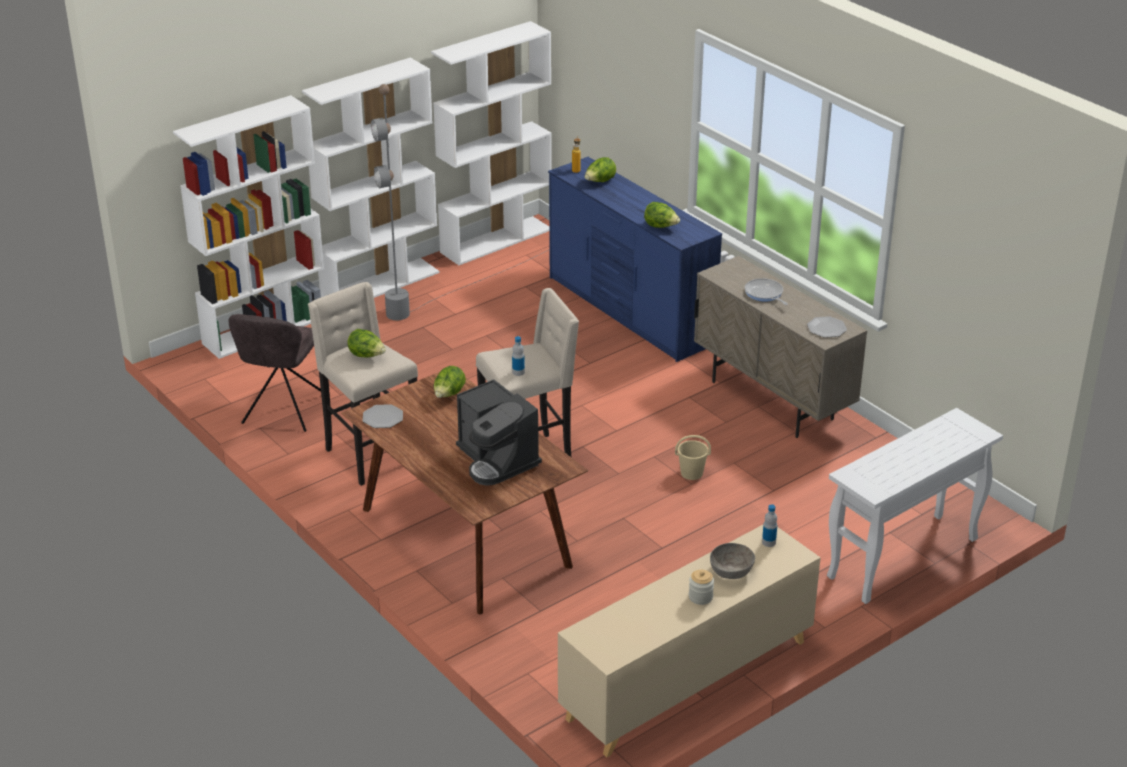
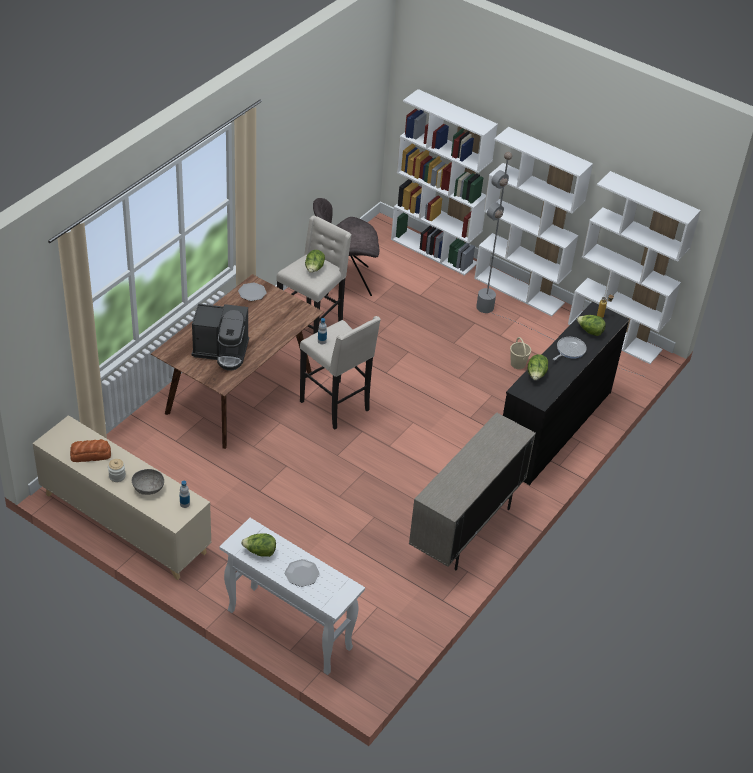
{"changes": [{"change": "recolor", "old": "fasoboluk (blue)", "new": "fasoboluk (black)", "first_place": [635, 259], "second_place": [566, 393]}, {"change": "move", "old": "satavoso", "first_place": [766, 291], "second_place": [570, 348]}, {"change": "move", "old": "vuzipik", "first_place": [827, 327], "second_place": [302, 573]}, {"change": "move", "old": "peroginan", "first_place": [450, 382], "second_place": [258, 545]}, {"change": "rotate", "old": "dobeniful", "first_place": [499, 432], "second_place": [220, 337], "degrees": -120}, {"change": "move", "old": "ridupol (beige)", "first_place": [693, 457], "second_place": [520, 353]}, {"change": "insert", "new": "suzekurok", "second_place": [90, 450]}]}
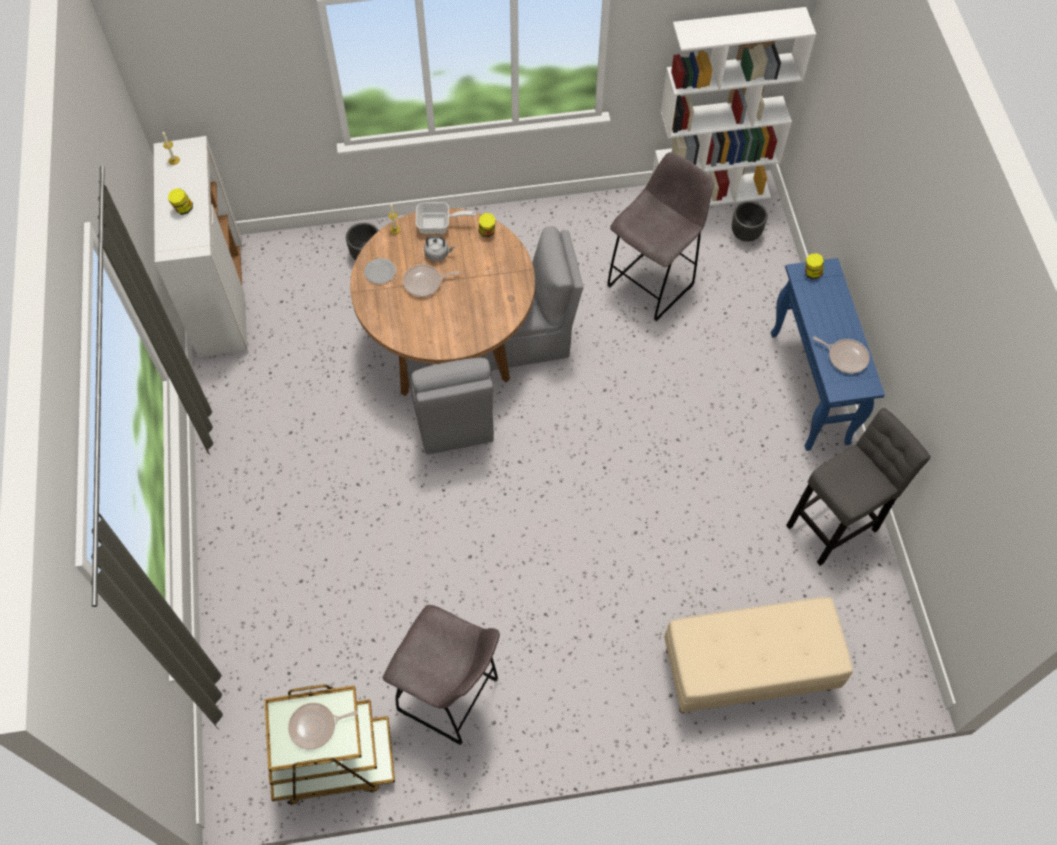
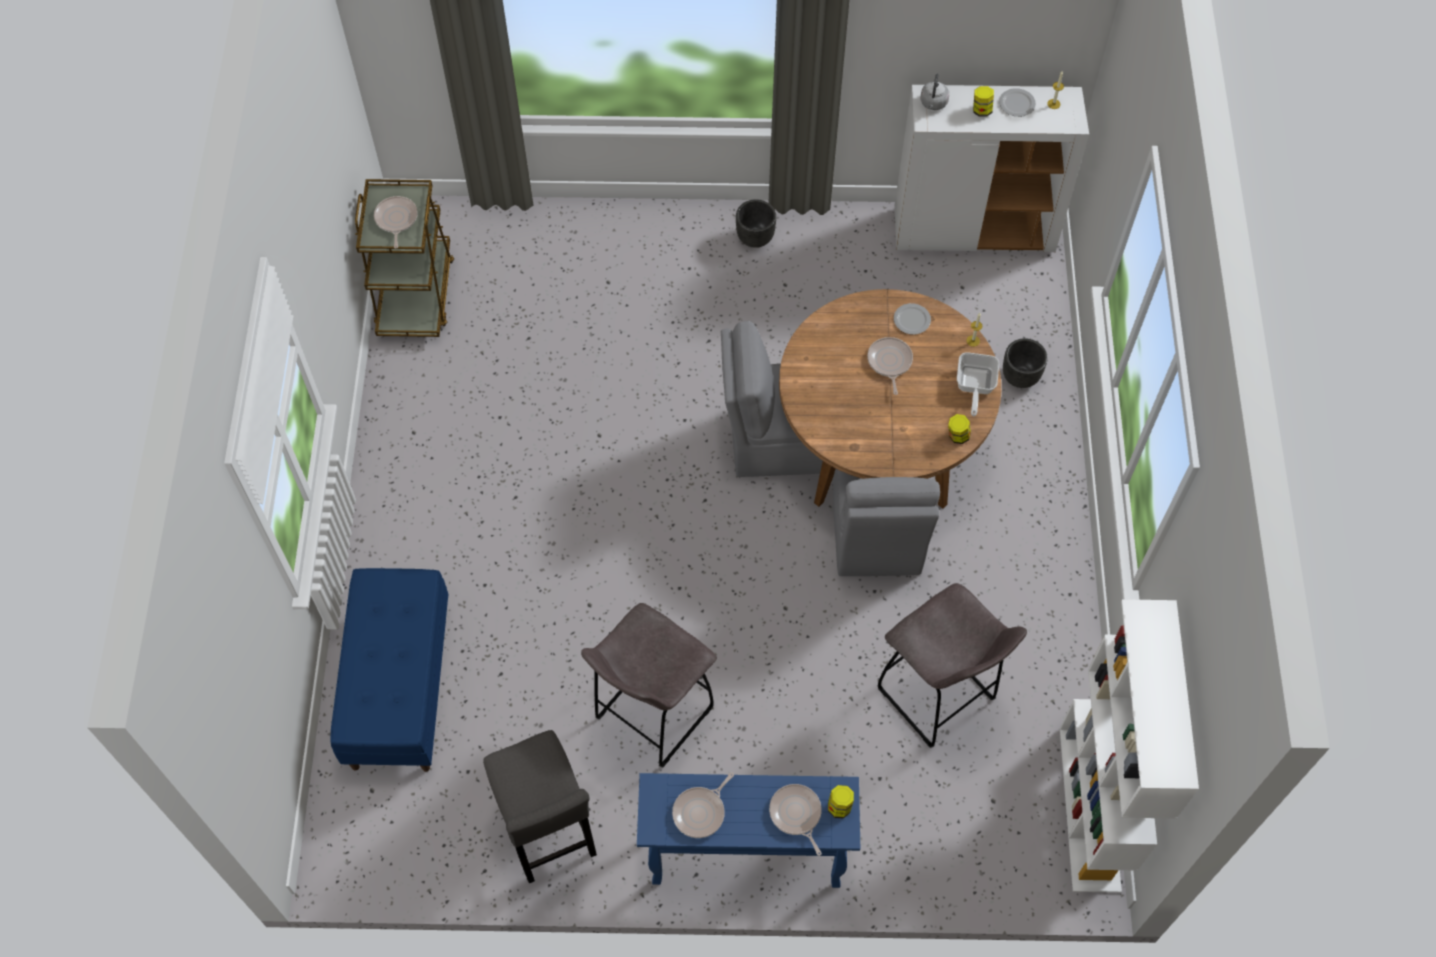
{"changes": [{"change": "move", "old": "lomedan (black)", "first_place": [750, 221], "second_place": [756, 223]}, {"change": "move", "old": "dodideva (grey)", "first_place": [439, 249], "second_place": [935, 91]}, {"change": "recolor", "old": "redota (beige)", "new": "redota (blue)", "first_place": [758, 655], "second_place": [389, 670]}, {"change": "move", "old": "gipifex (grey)", "first_place": [441, 675], "second_place": [649, 685]}, {"change": "insert", "new": "vuzipik", "second_place": [1017, 102]}, {"change": "insert", "new": "satavoso", "second_place": [795, 820]}]}
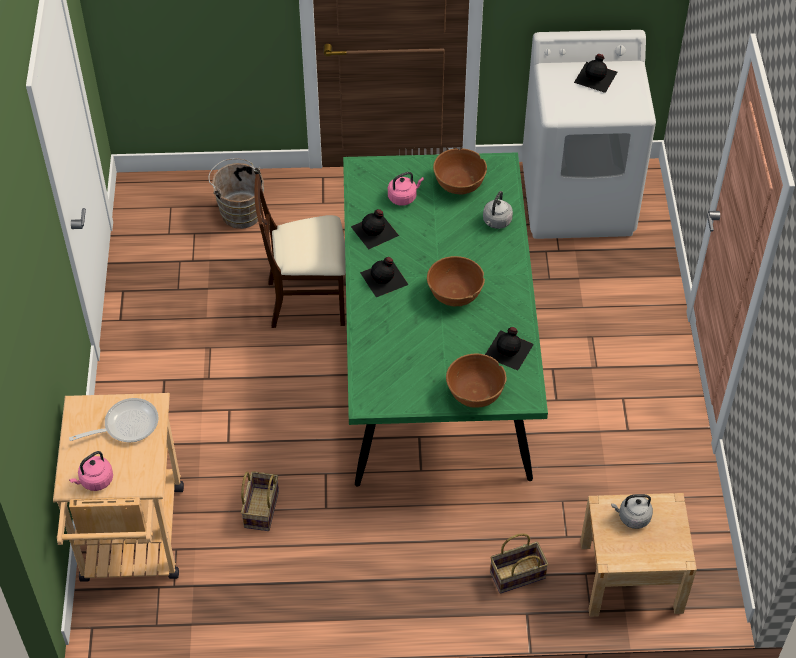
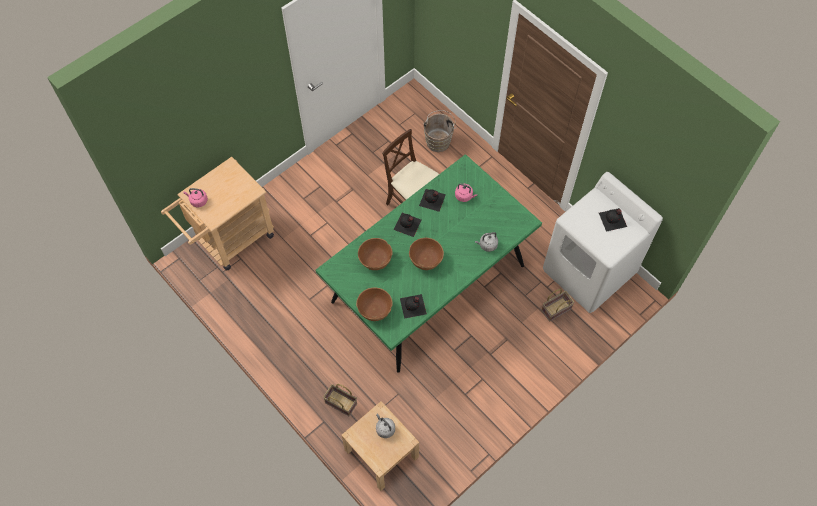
{"changes": [{"change": "move", "old": "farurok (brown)", "first_place": [460, 171], "second_place": [375, 254]}, {"change": "delete", "old": "satavoso", "first_place": [114, 420]}, {"change": "move", "old": "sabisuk", "first_place": [260, 501], "second_place": [558, 305]}]}
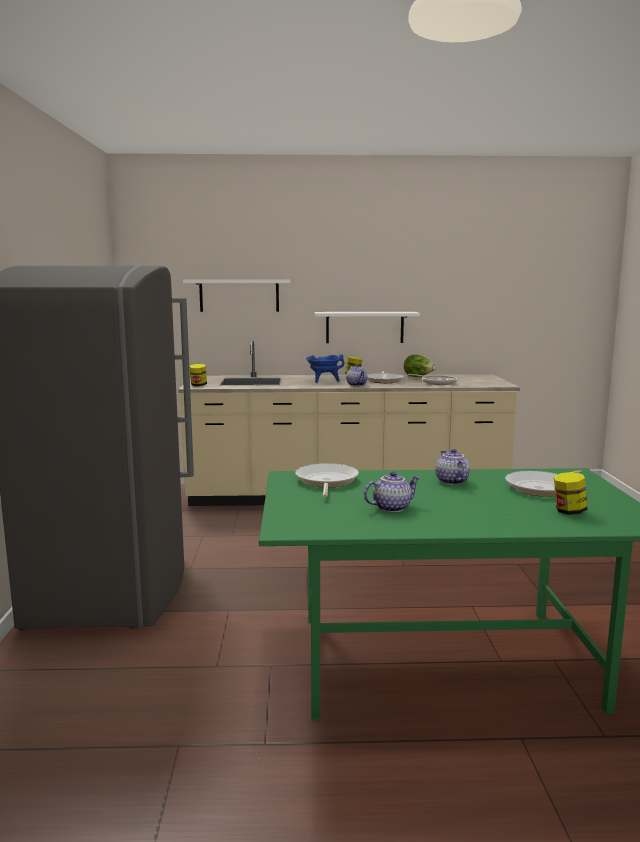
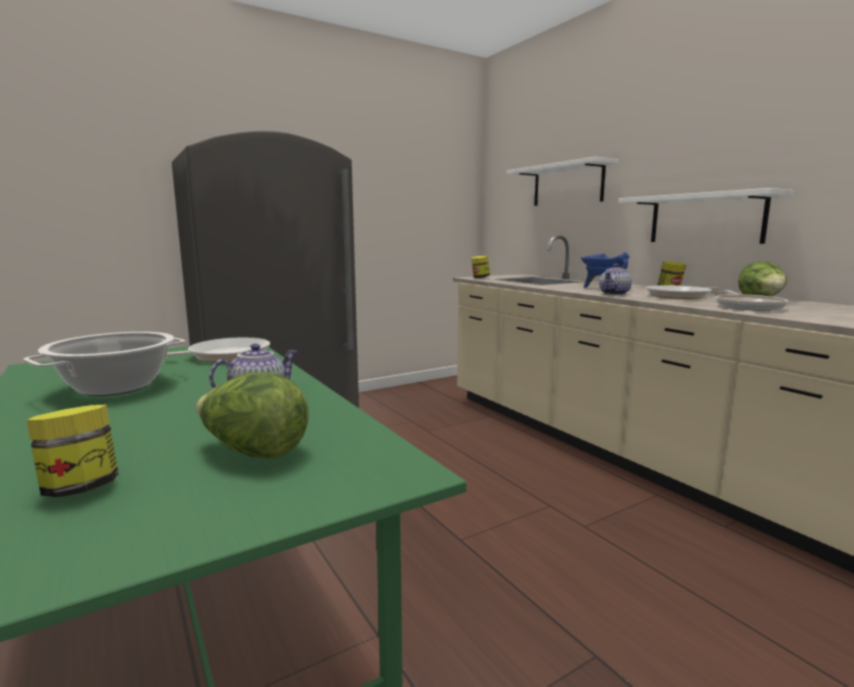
{"changes": [{"change": "replace", "old": "satavoso", "new": "peroginan", "first_place": [543, 483], "second_place": [252, 415]}, {"change": "replace", "old": "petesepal", "new": "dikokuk", "first_place": [392, 491], "second_place": [104, 364]}]}
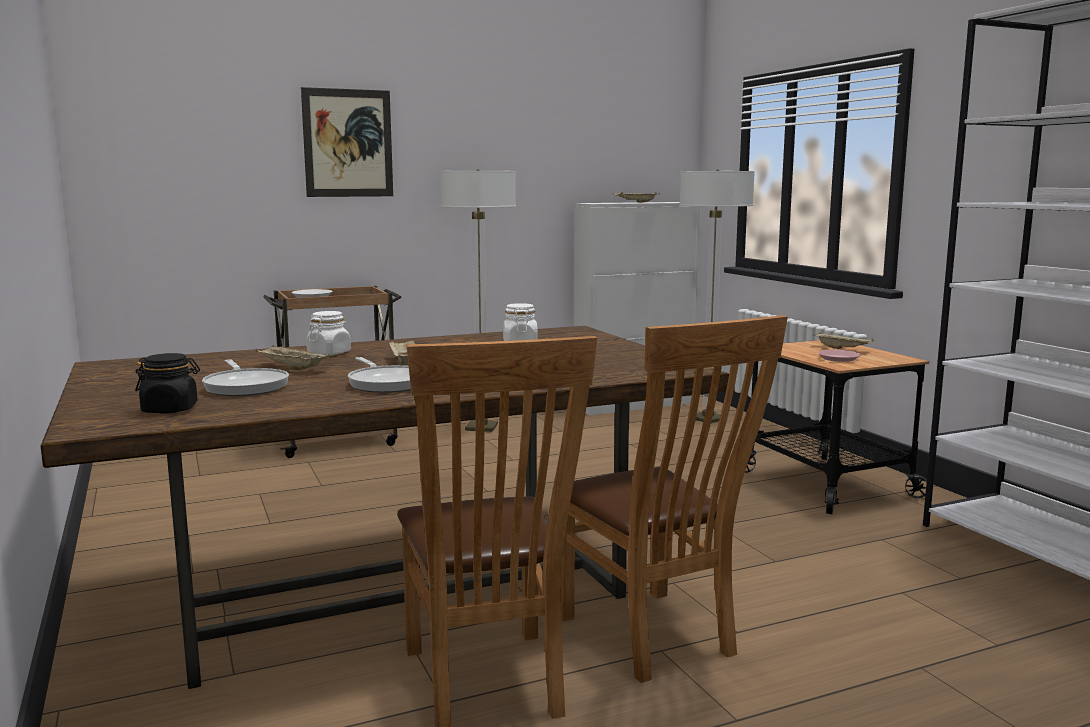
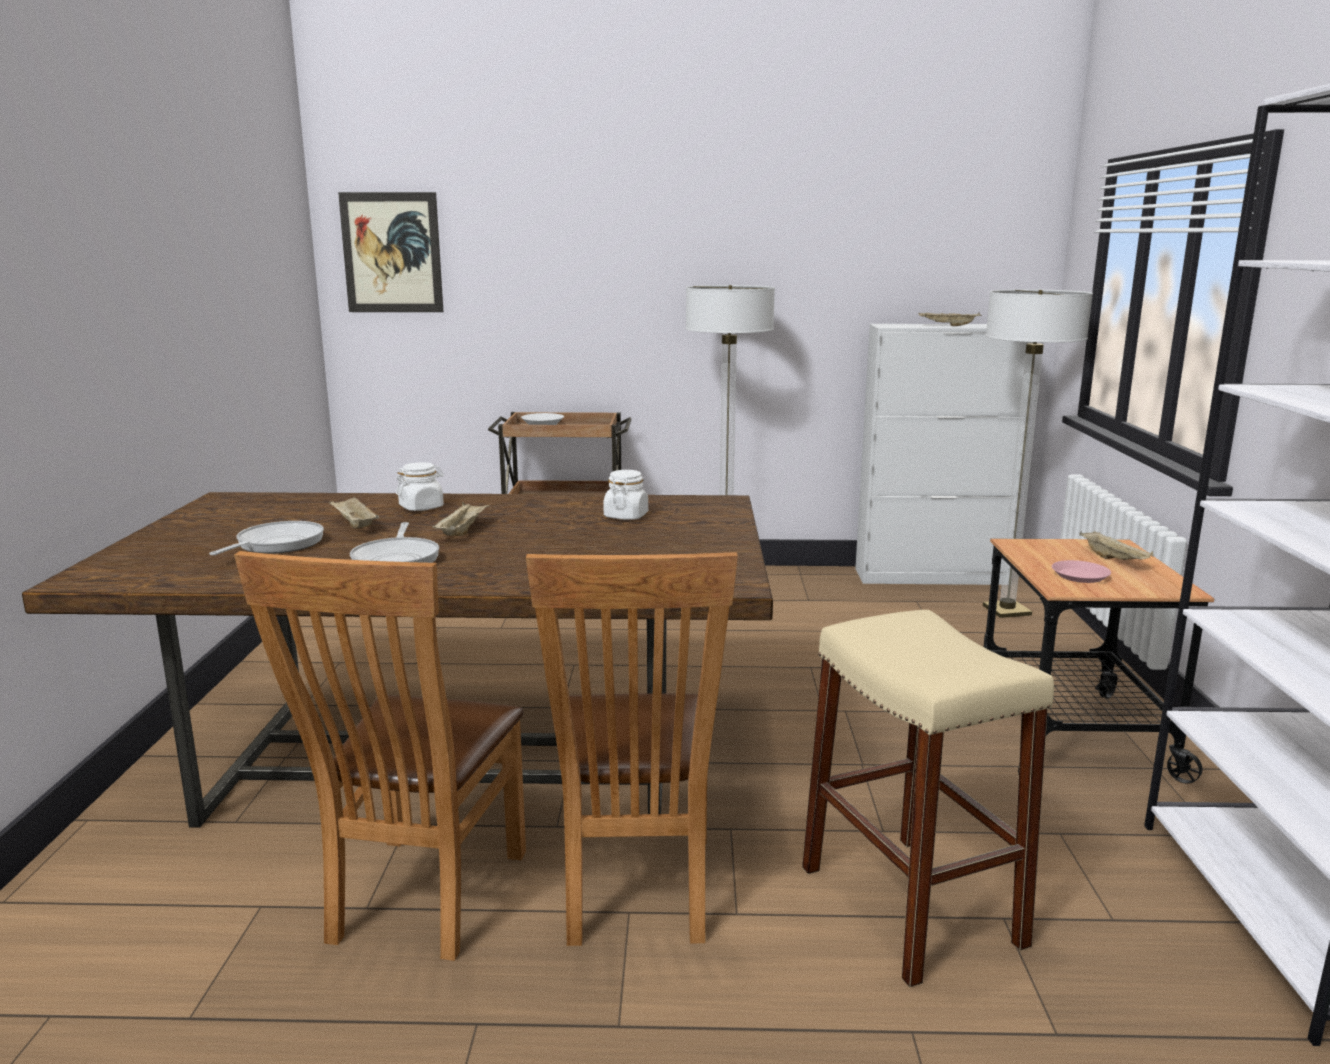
{"changes": [{"change": "move", "old": "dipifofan", "first_place": [347, 142], "second_place": [391, 252]}, {"change": "delete", "old": "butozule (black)", "first_place": [167, 383]}, {"change": "rotate", "old": "satavoso", "first_place": [245, 377], "second_place": [266, 538], "degrees": -150}, {"change": "insert", "new": "gipifex (beige)", "second_place": [928, 798]}]}
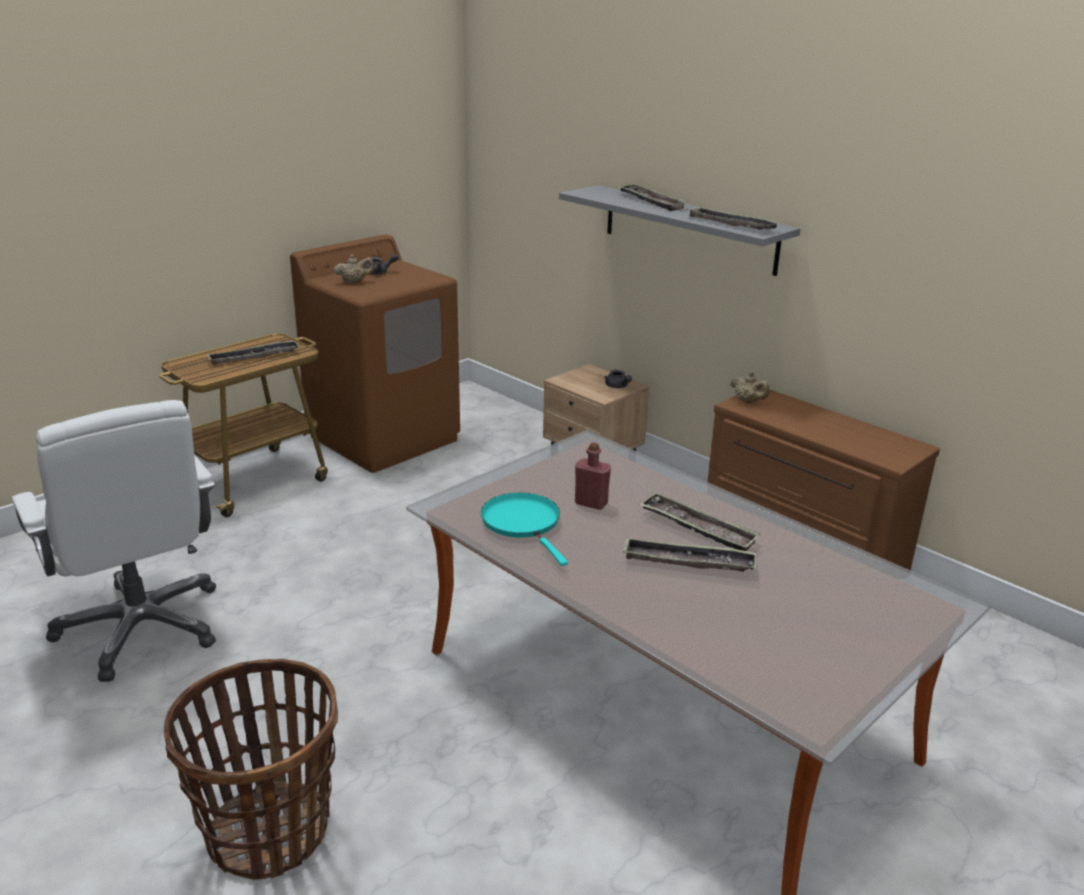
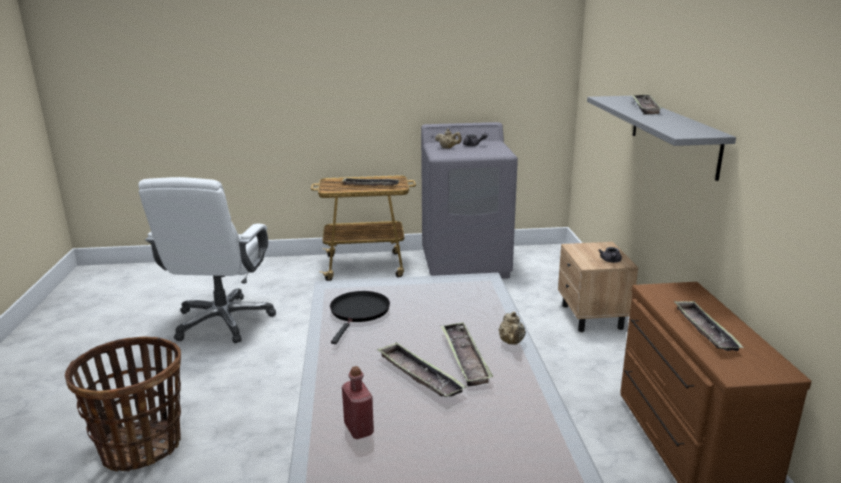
{"changes": [{"change": "move", "old": "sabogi", "first_place": [733, 218], "second_place": [709, 326]}, {"change": "recolor", "old": "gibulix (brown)", "new": "gibulix (grey)", "first_place": [375, 353], "second_place": [469, 200]}, {"change": "move", "old": "petesepal (beige)", "first_place": [749, 387], "second_place": [512, 328]}, {"change": "move", "old": "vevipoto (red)", "first_place": [593, 476], "second_place": [358, 402]}, {"change": "recolor", "old": "satavoso (turquoise)", "new": "satavoso (black)", "first_place": [524, 529], "second_place": [360, 317]}]}
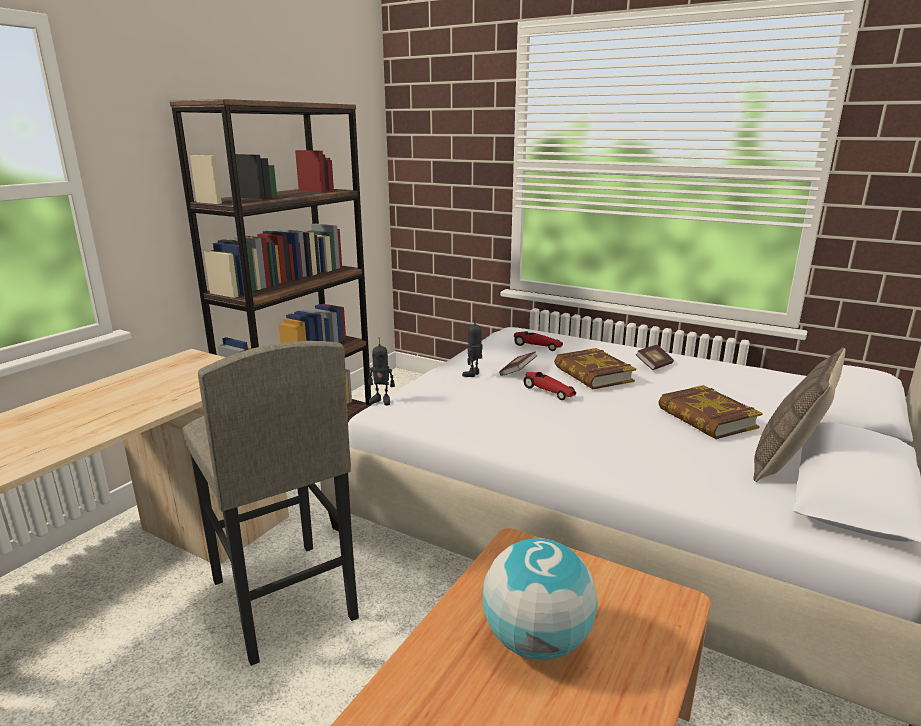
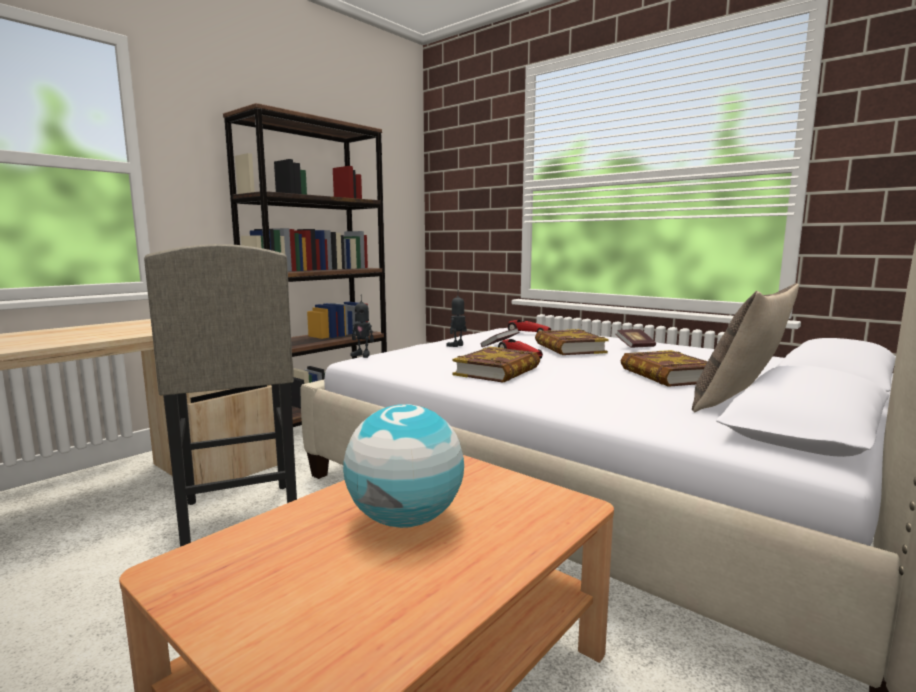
{"changes": [{"change": "insert", "new": "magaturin", "second_place": [496, 365]}]}
